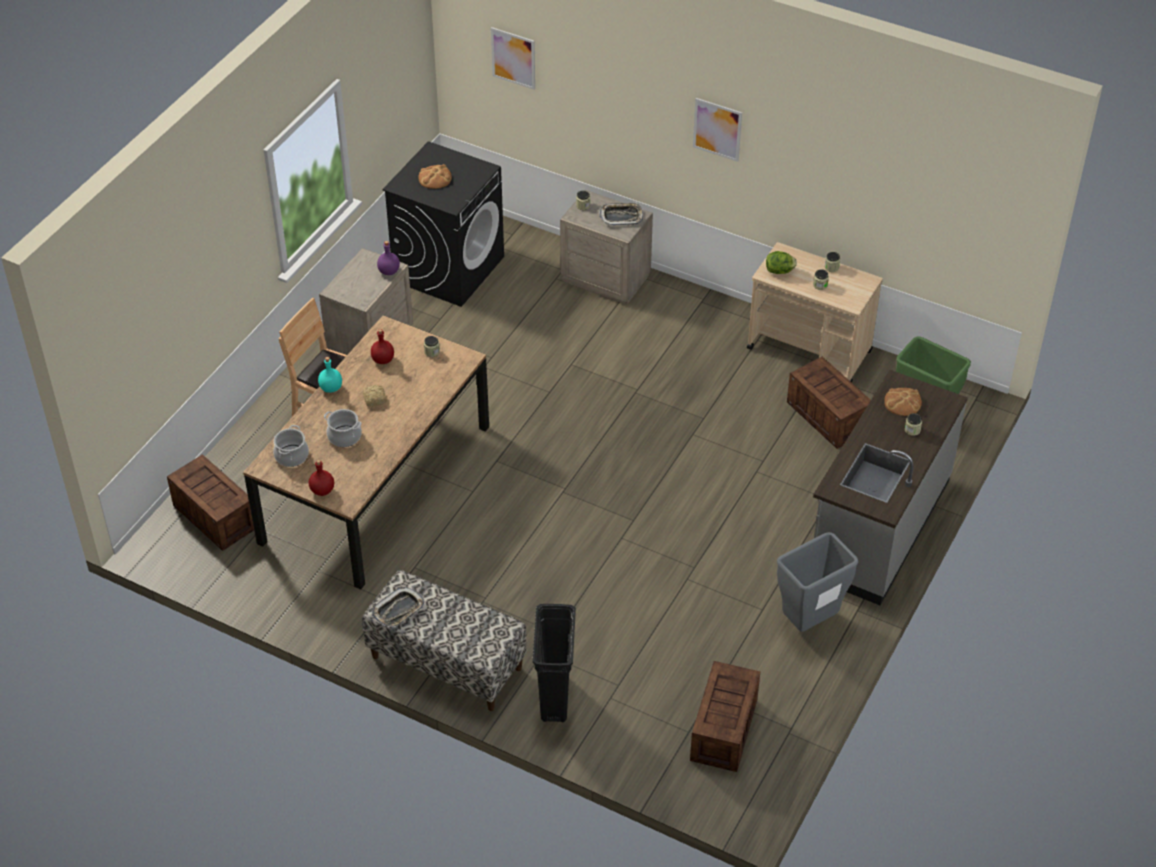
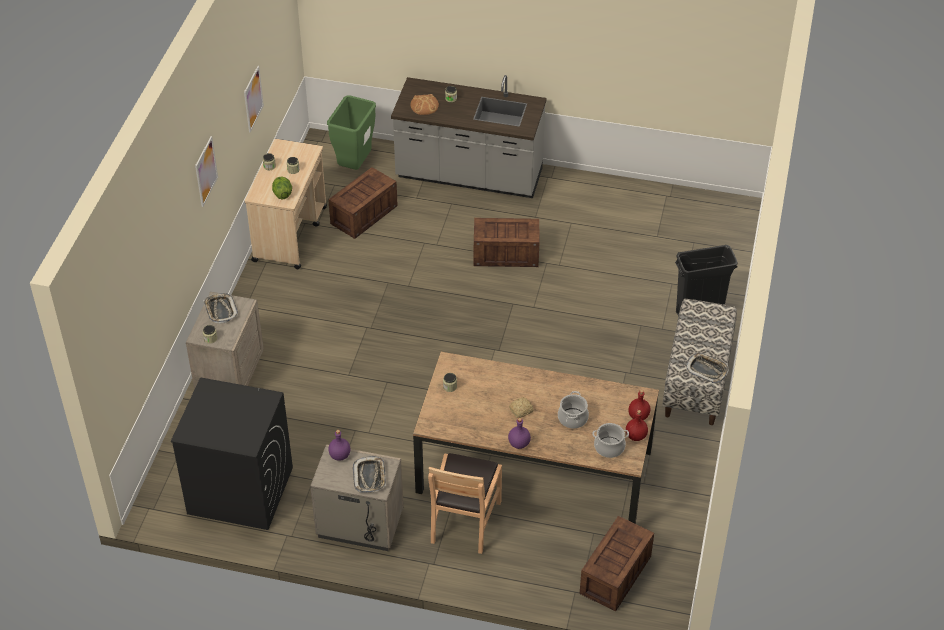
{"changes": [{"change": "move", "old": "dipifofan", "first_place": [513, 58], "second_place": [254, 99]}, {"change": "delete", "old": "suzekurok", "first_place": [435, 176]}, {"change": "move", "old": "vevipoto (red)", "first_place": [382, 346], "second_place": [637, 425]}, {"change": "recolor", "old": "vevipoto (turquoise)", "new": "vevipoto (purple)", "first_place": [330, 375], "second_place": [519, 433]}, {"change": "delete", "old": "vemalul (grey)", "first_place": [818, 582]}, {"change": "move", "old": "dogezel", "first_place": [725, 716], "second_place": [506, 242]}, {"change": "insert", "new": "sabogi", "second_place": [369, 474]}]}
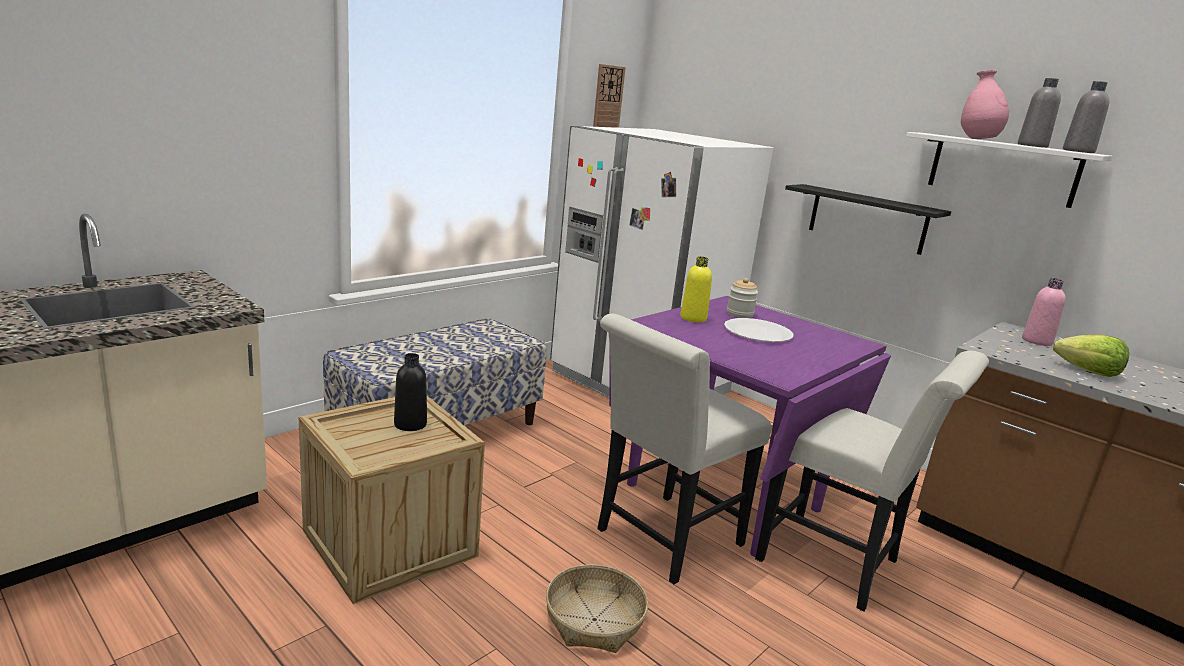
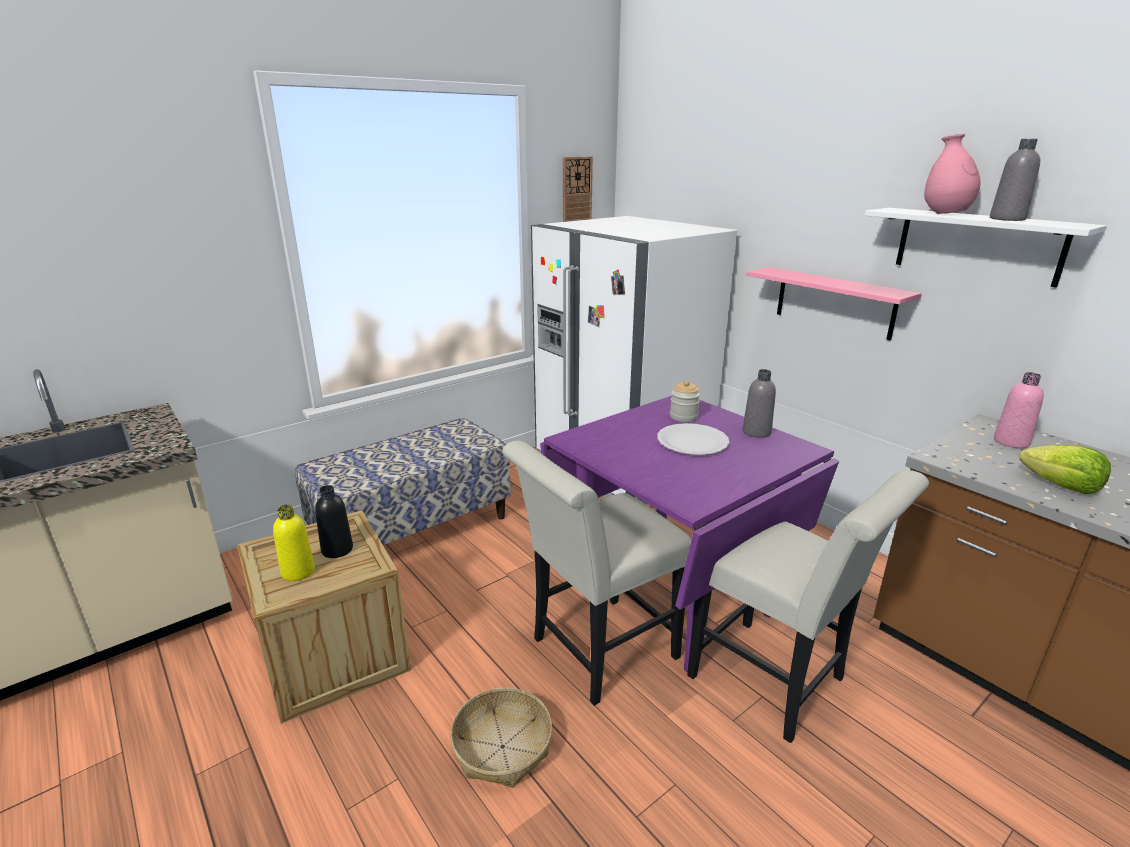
{"changes": [{"change": "move", "old": "vevipoto (grey)", "first_place": [1086, 117], "second_place": [759, 403]}, {"change": "recolor", "old": "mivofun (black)", "new": "mivofun (pink)", "first_place": [868, 219], "second_place": [834, 303]}, {"change": "move", "old": "vevipoto (yellow)", "first_place": [696, 289], "second_place": [294, 543]}]}
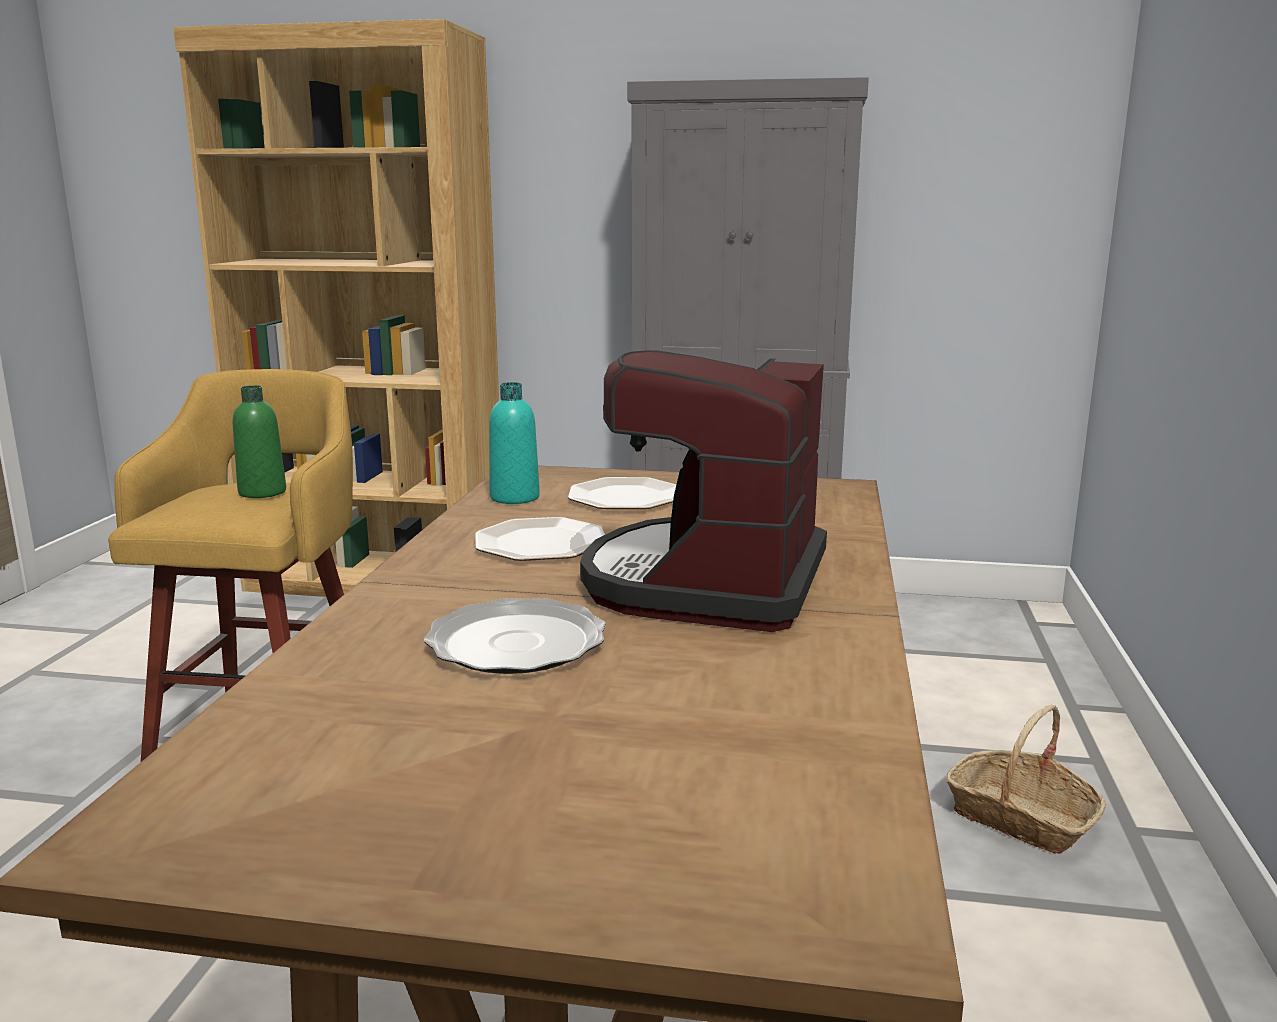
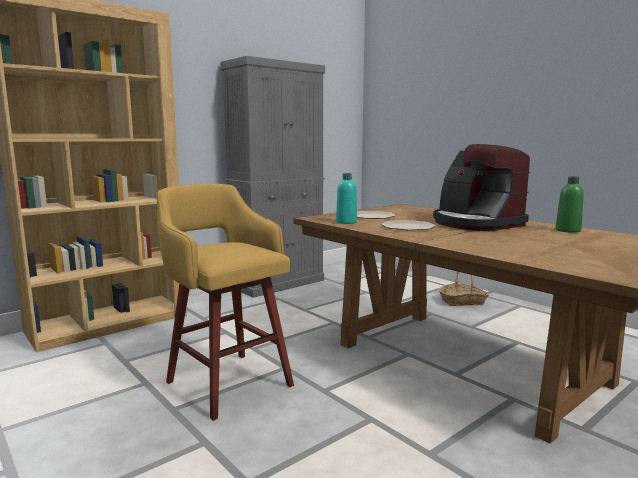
{"changes": [{"change": "move", "old": "vevipoto (green)", "first_place": [259, 441], "second_place": [570, 205]}, {"change": "delete", "old": "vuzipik", "first_place": [515, 636]}]}
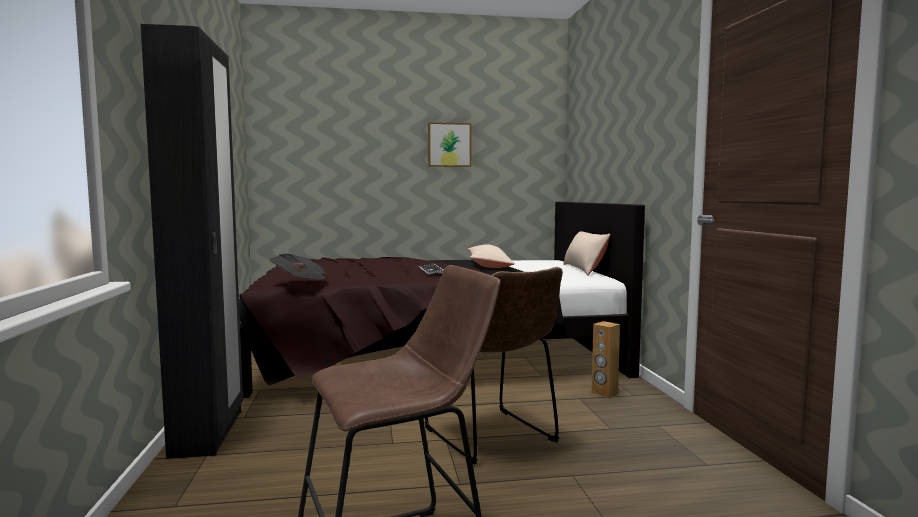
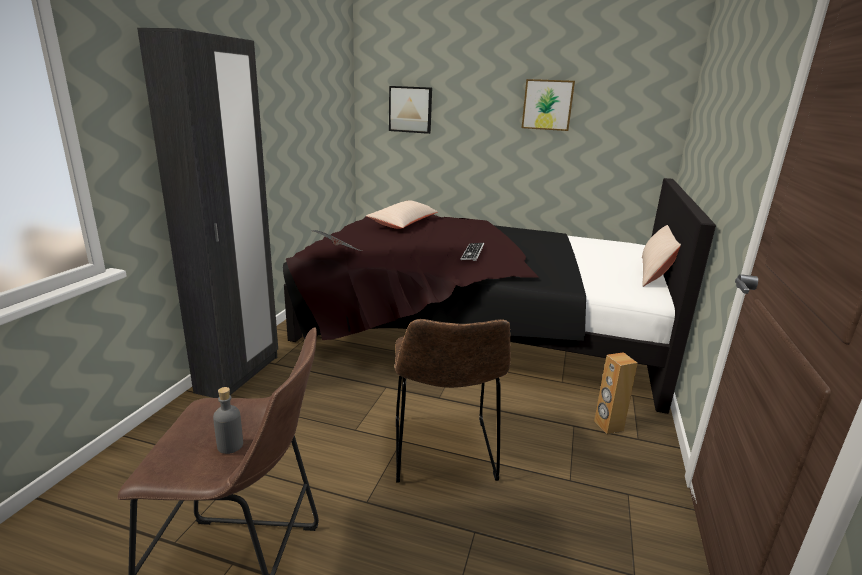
{"changes": [{"change": "move", "old": "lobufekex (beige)", "first_place": [491, 256], "second_place": [402, 214]}, {"change": "insert", "new": "dipifofan", "second_place": [410, 110]}, {"change": "insert", "new": "vevipoto (grey)", "second_place": [228, 420]}]}
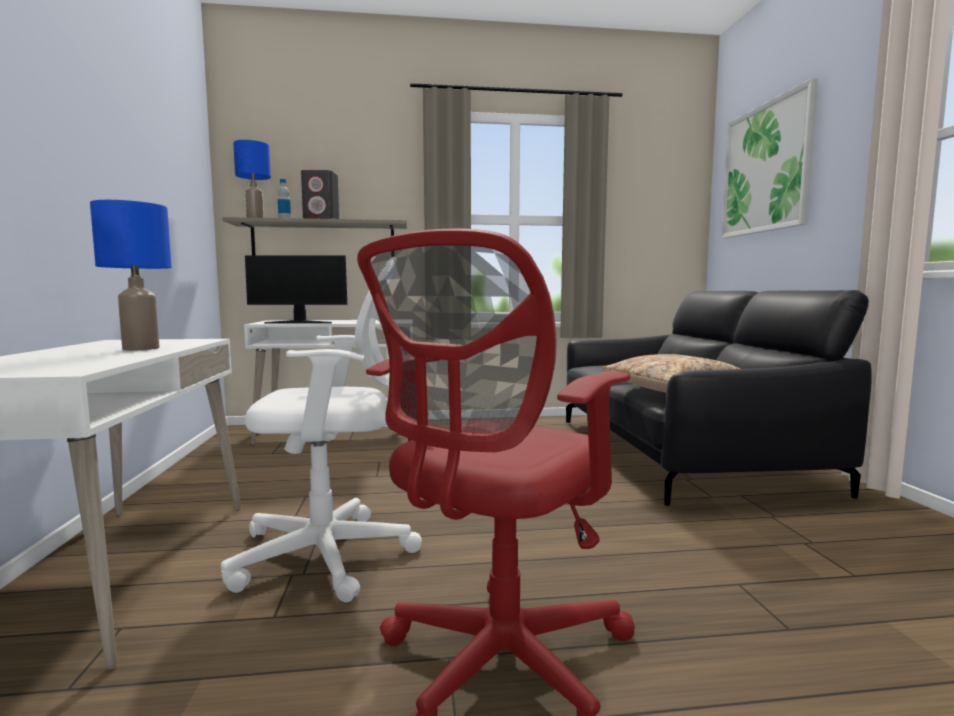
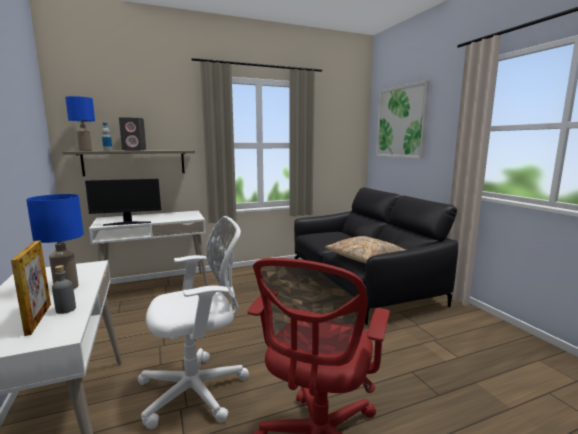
{"changes": [{"change": "insert", "new": "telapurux", "second_place": [31, 288]}, {"change": "insert", "new": "vevipoto (grey)", "second_place": [64, 289]}]}
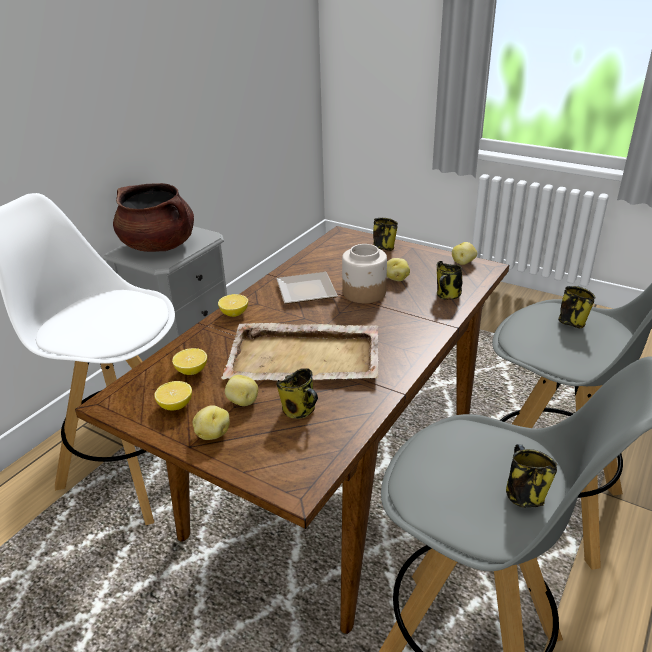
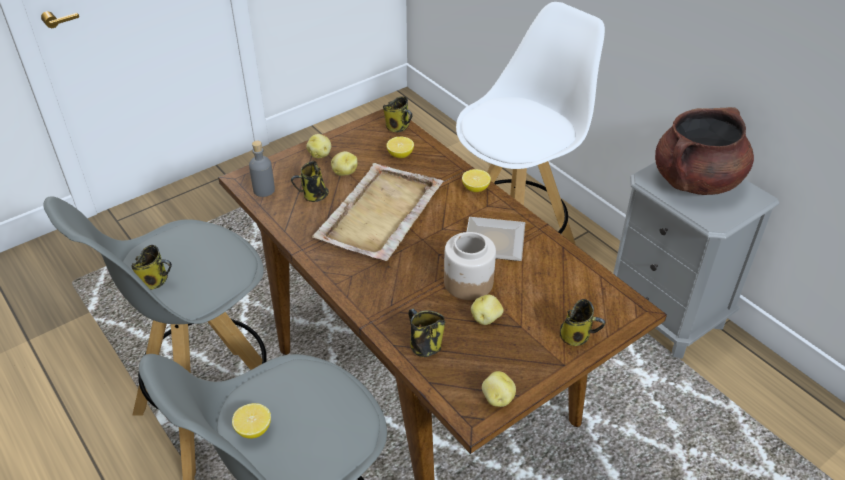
{"changes": [{"change": "move", "old": "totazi", "first_place": [577, 307], "second_place": [398, 114]}, {"change": "move", "old": "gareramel", "first_place": [173, 395], "second_place": [251, 421]}, {"change": "insert", "new": "vevipoto (grey)", "second_place": [262, 169]}]}
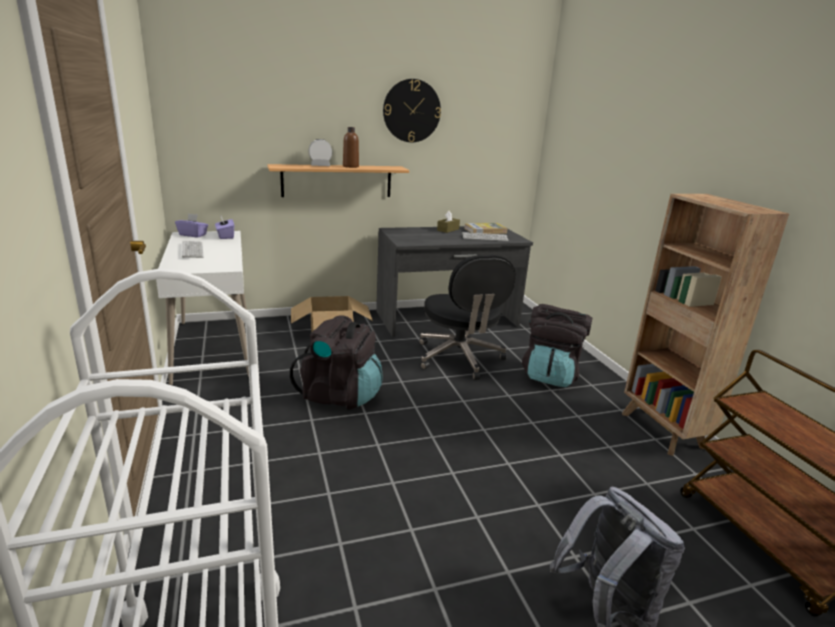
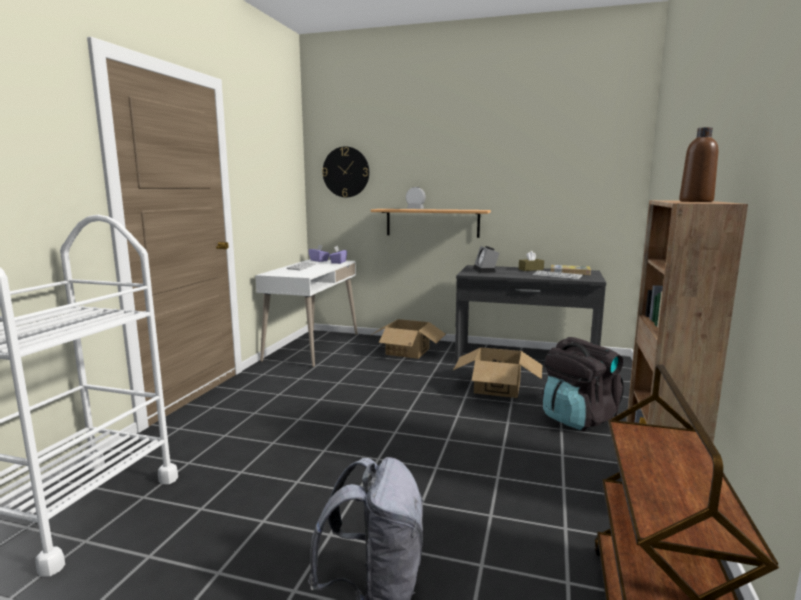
{"changes": [{"change": "move", "old": "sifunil", "first_place": [412, 110], "second_place": [345, 171]}, {"change": "move", "old": "vevipoto (brown)", "first_place": [351, 147], "second_place": [698, 164]}, {"change": "replace", "old": "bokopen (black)", "new": "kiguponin", "first_place": [467, 317], "second_place": [497, 373]}, {"change": "delete", "old": "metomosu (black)", "first_place": [336, 362]}, {"change": "insert", "new": "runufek", "second_place": [486, 259]}]}
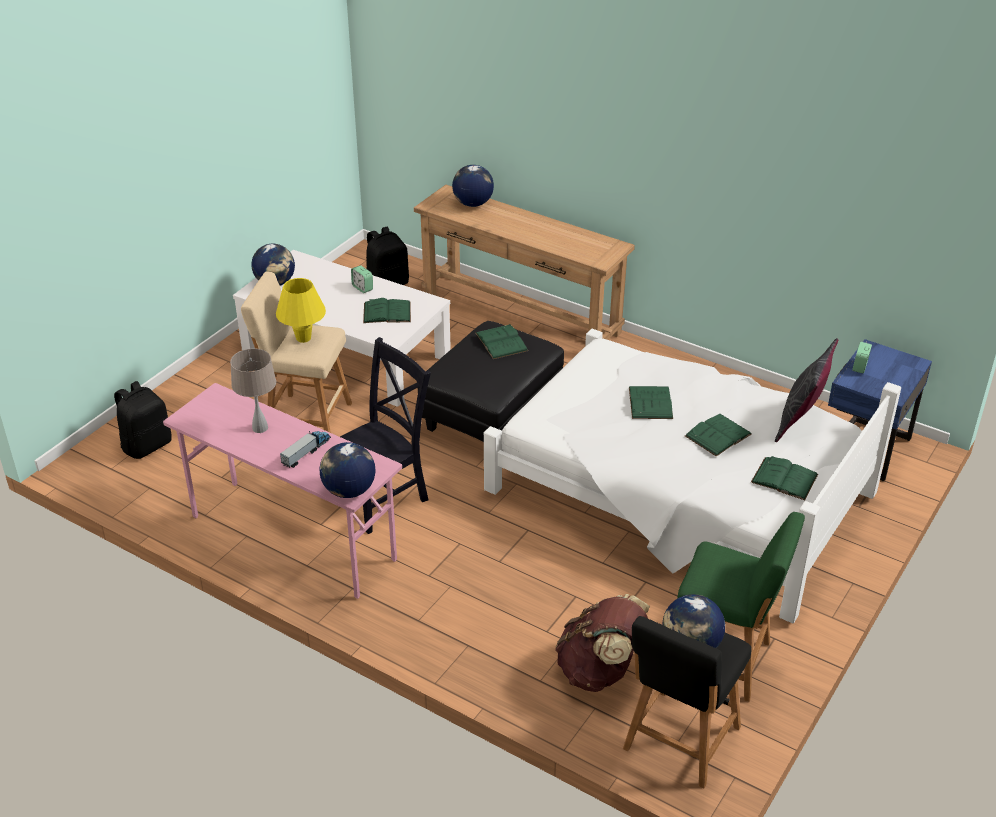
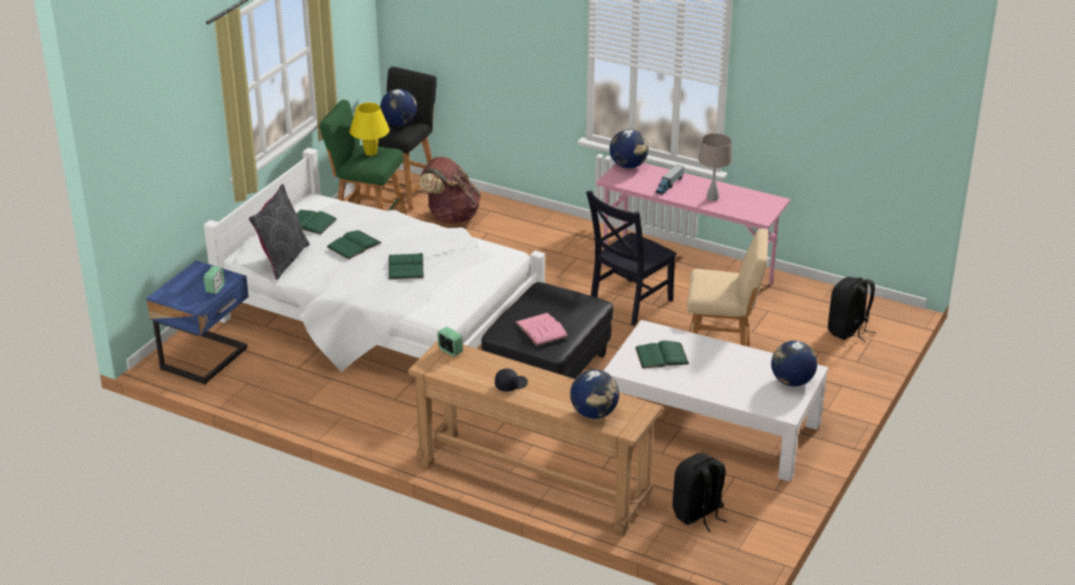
{"changes": [{"change": "move", "old": "runufek", "first_place": [362, 279], "second_place": [450, 342]}, {"change": "move", "old": "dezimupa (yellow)", "first_place": [301, 310], "second_place": [370, 129]}, {"change": "recolor", "old": "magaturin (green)", "new": "magaturin (pink)", "first_place": [502, 341], "second_place": [541, 329]}, {"change": "insert", "new": "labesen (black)", "second_place": [511, 380]}]}
